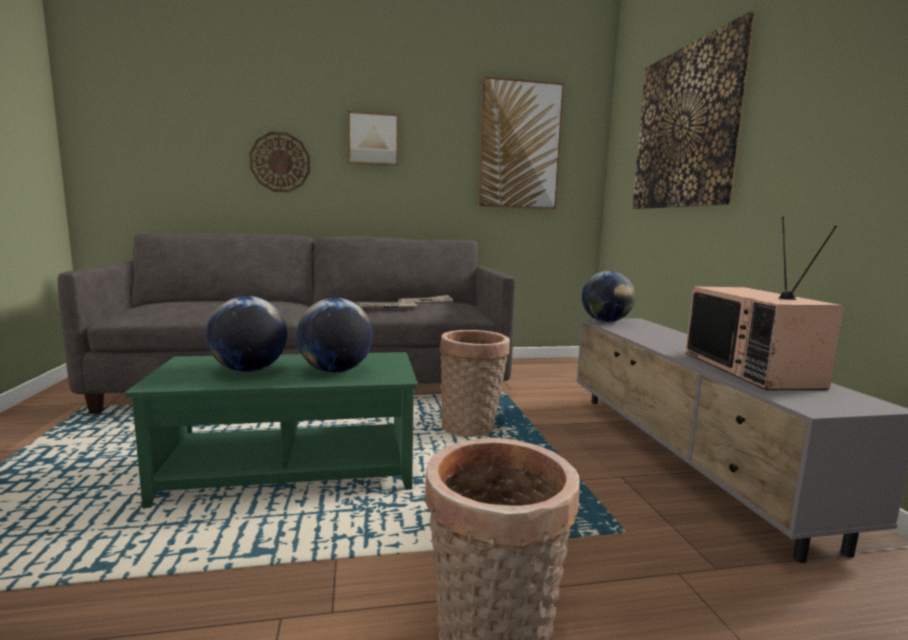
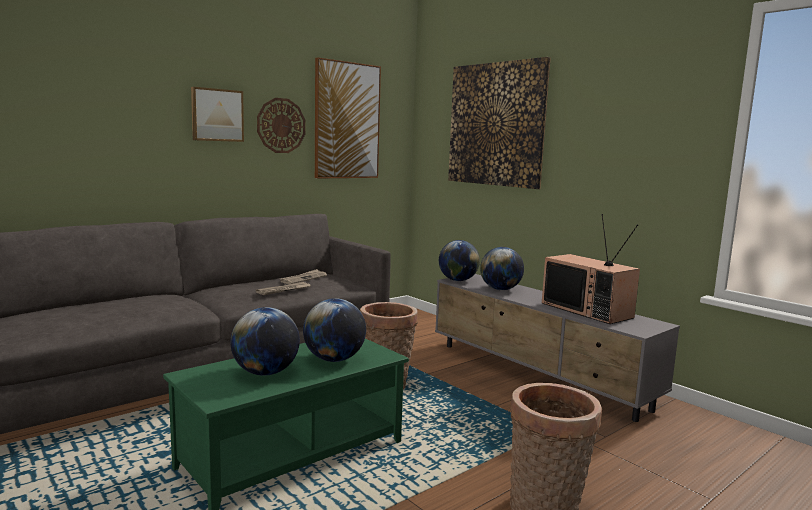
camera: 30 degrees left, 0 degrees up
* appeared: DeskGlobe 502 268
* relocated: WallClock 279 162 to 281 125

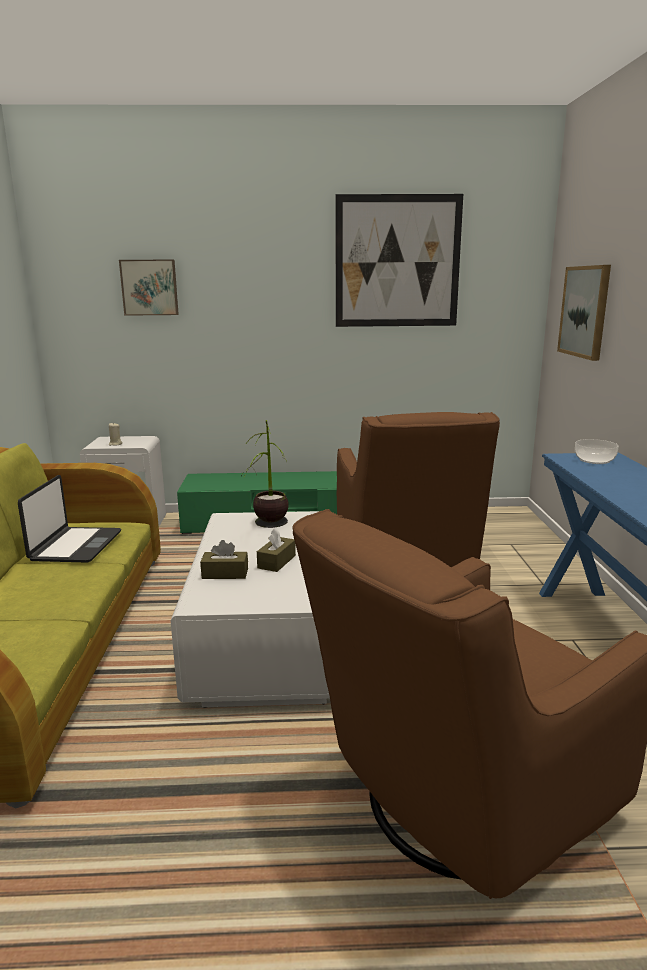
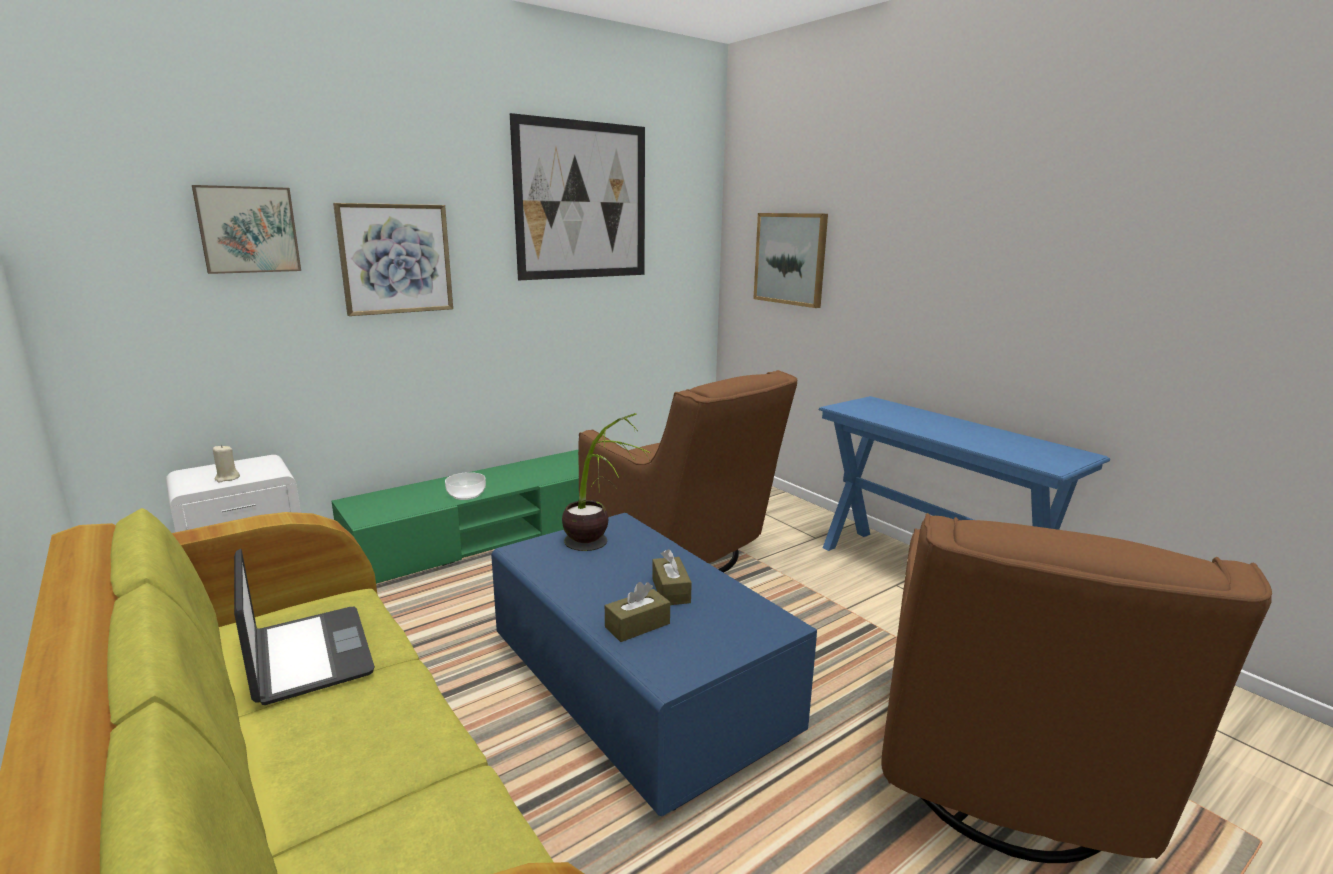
camera: 35 degrees left, 0 degrees up
* appeared: Picture 393 259
* relocated: ServingBowl 597 451 to 465 486
* colour: WhitishLoungeTable 250 609 to BluishLoungeTable 654 664

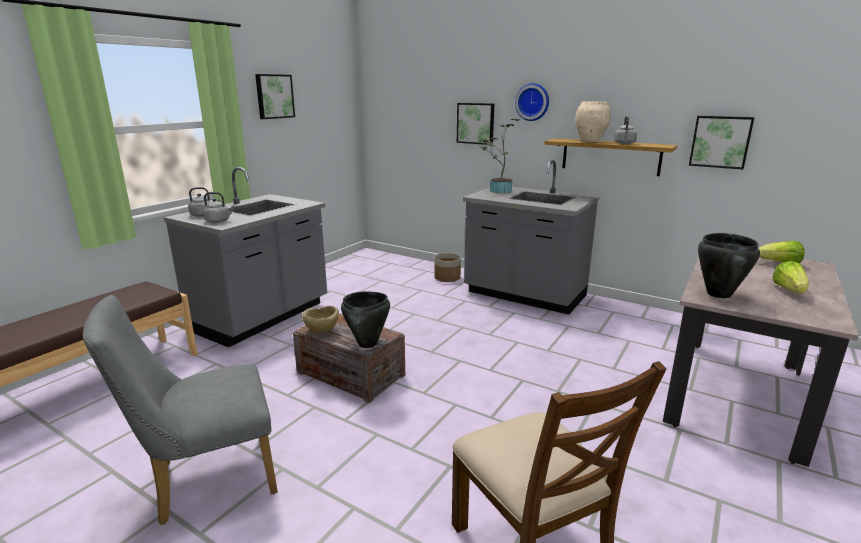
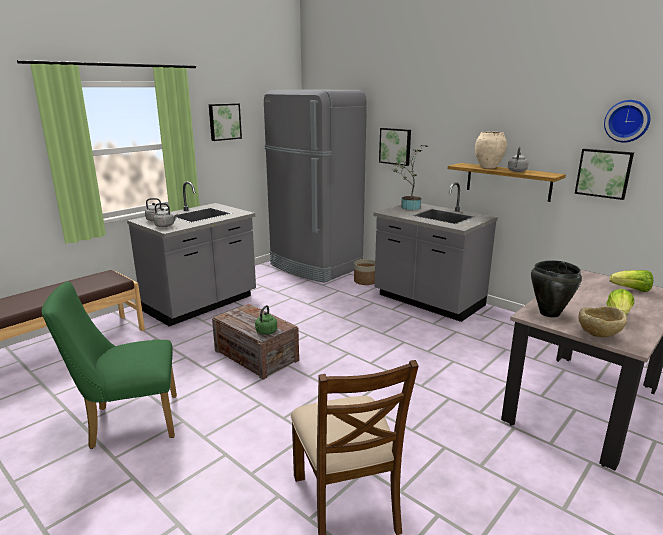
camera: 10 degrees right, 0 degrees up
* appeared: GreyishRefrigerator 315 186
* relocated: BeigeServingBowl 320 319 to 602 321
* relocated: WallClock 532 102 to 627 121
* exchanged: BlackColouredSaucepot 365 319 to GreenColouredKettle 266 320
* colour: GreyishPlainChair 180 410 to GreenColouredPlainChair 109 365

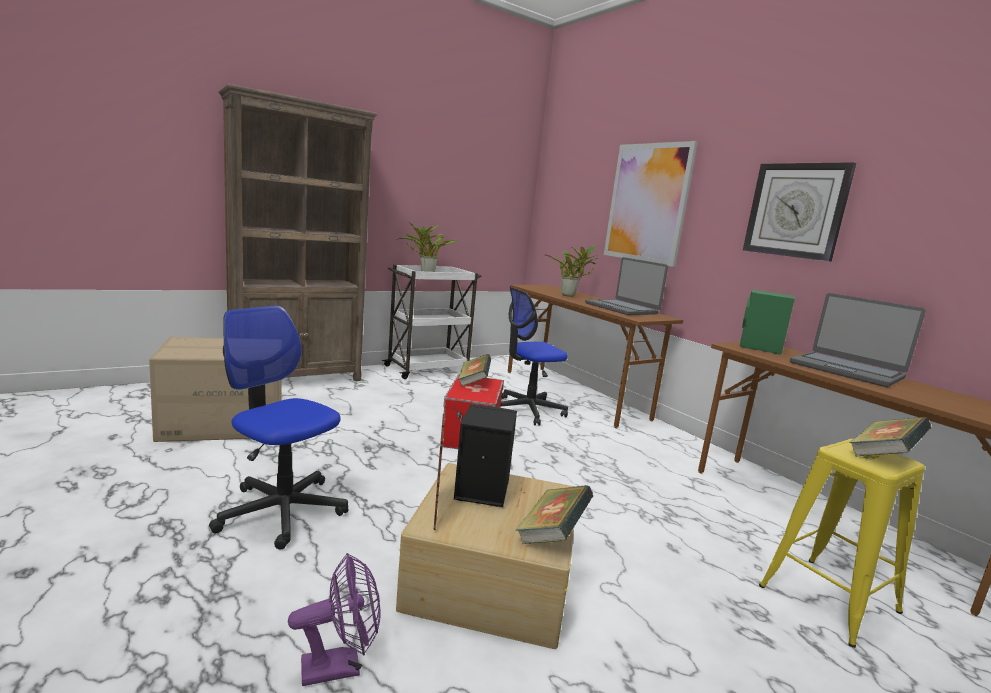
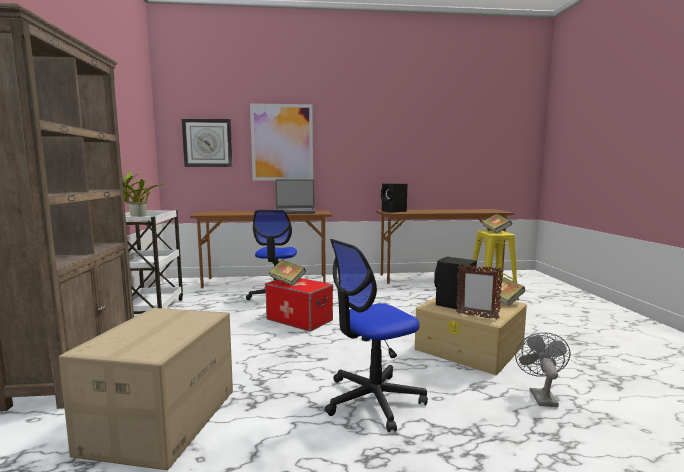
camera: 60 degrees left, 5 degrees down
* missing: PottedPlant 572 271
* missing: Laptop 858 340
* relocated: WallClock 799 212 to 207 143
* colour: PurpleCoolingFan 334 619 to GreyishCoolingFan 543 369
* colour: GreenColouredSpeaker 767 322 to BlackColouredSpeaker 394 198

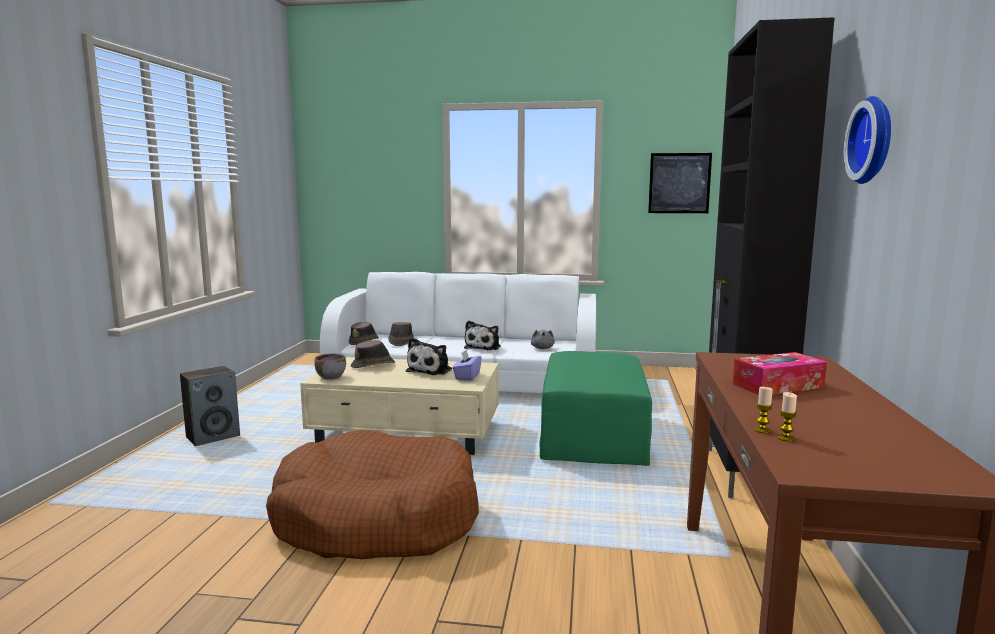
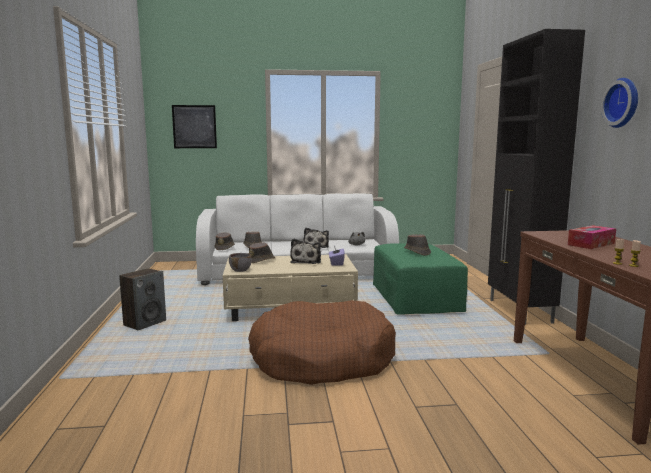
camera: 15 degrees left, 0 degrees up
* appeared: BrownHat 417 245
* relocated: Picture 680 183 to 194 126

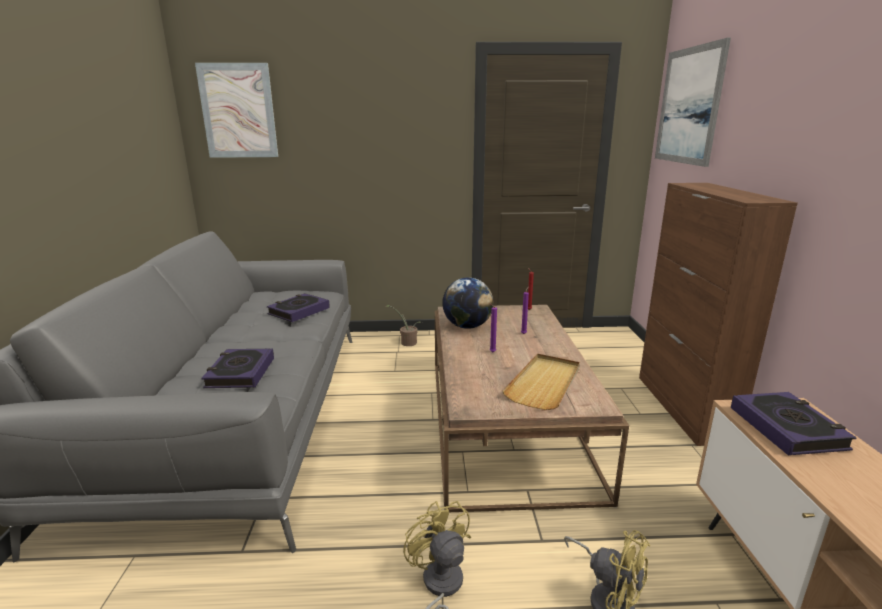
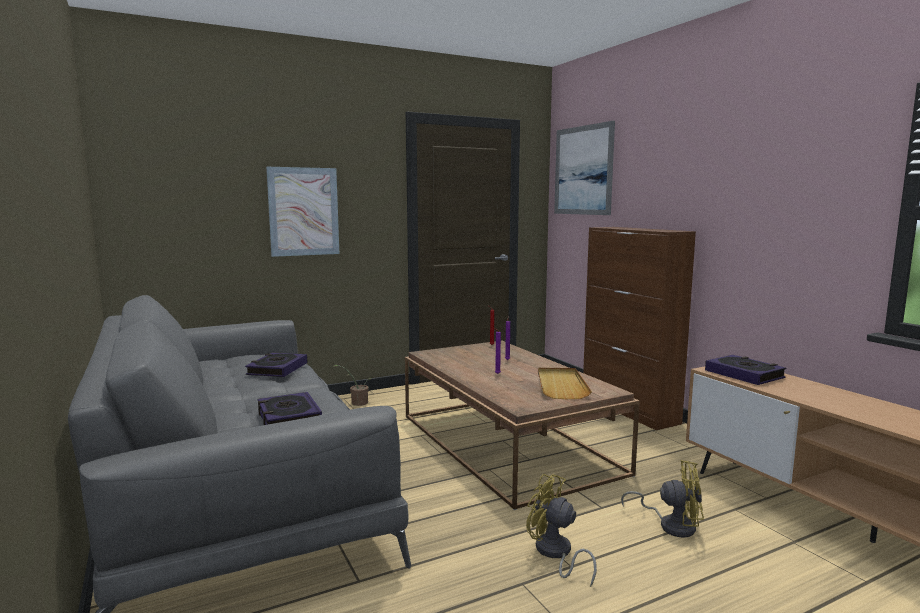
camera: 25 degrees left, 10 degrees down
* missing: DeskGlobe 468 303
* relocated: Picture 236 110 to 302 212

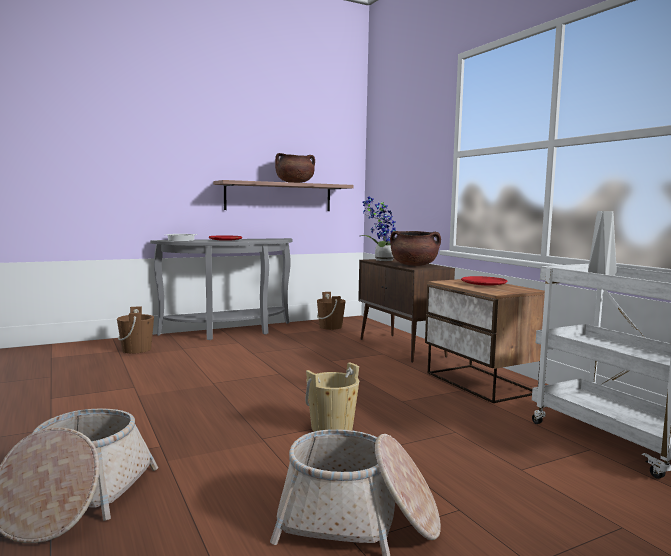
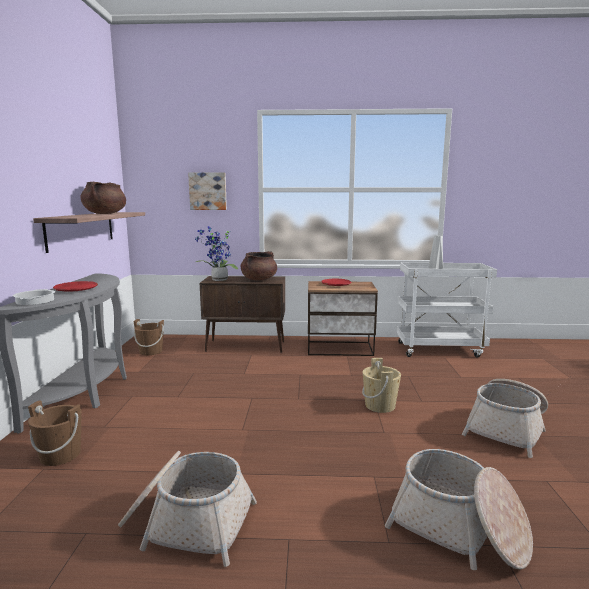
camera: 60 degrees left, 5 degrees up
* appeared: HouseholdBasket 187 509
* appeared: Picture 207 191

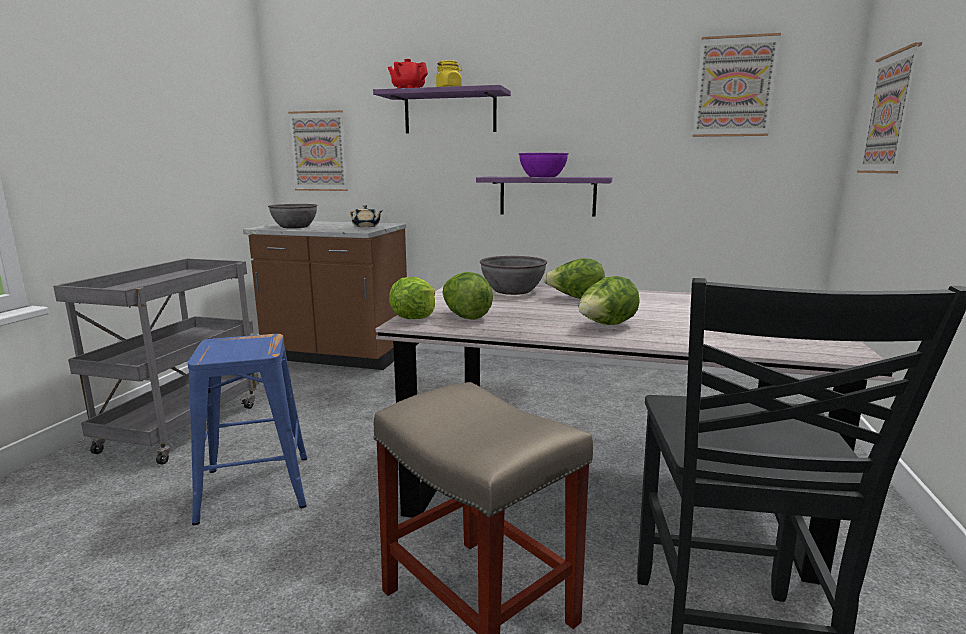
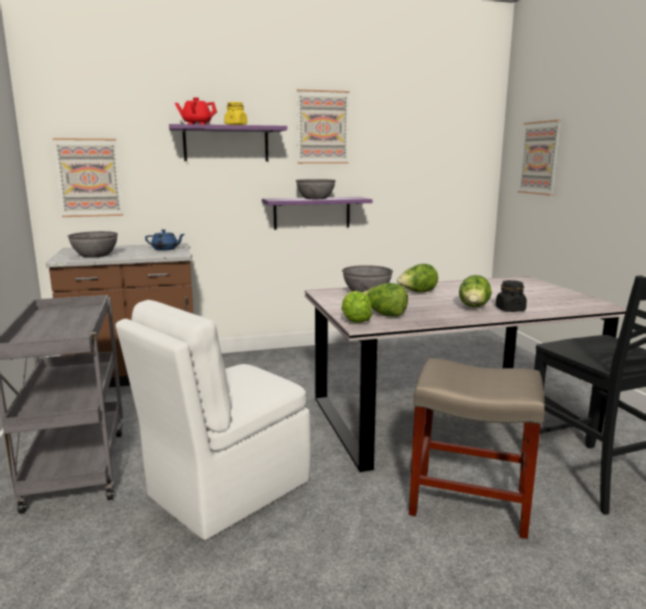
camera: 30 degrees left, 0 degrees up
* appeared: BlackColouredPreserveJar 511 296
* relocated: Picture 736 85 to 323 126
* exchanged: BluishStoolSeat 247 429 to WhitishPlainChair 213 420
* colour: BeigePotForTea 366 216 to BluishPotForTea 164 239
* colour: PurpleServingBowl 544 165 to GreyishServingBowl 316 189

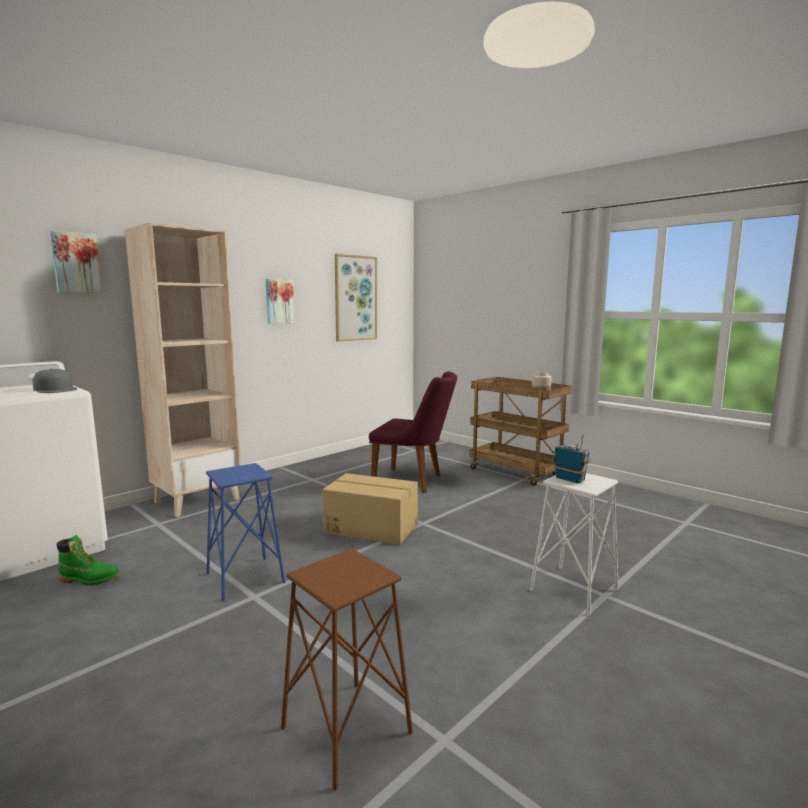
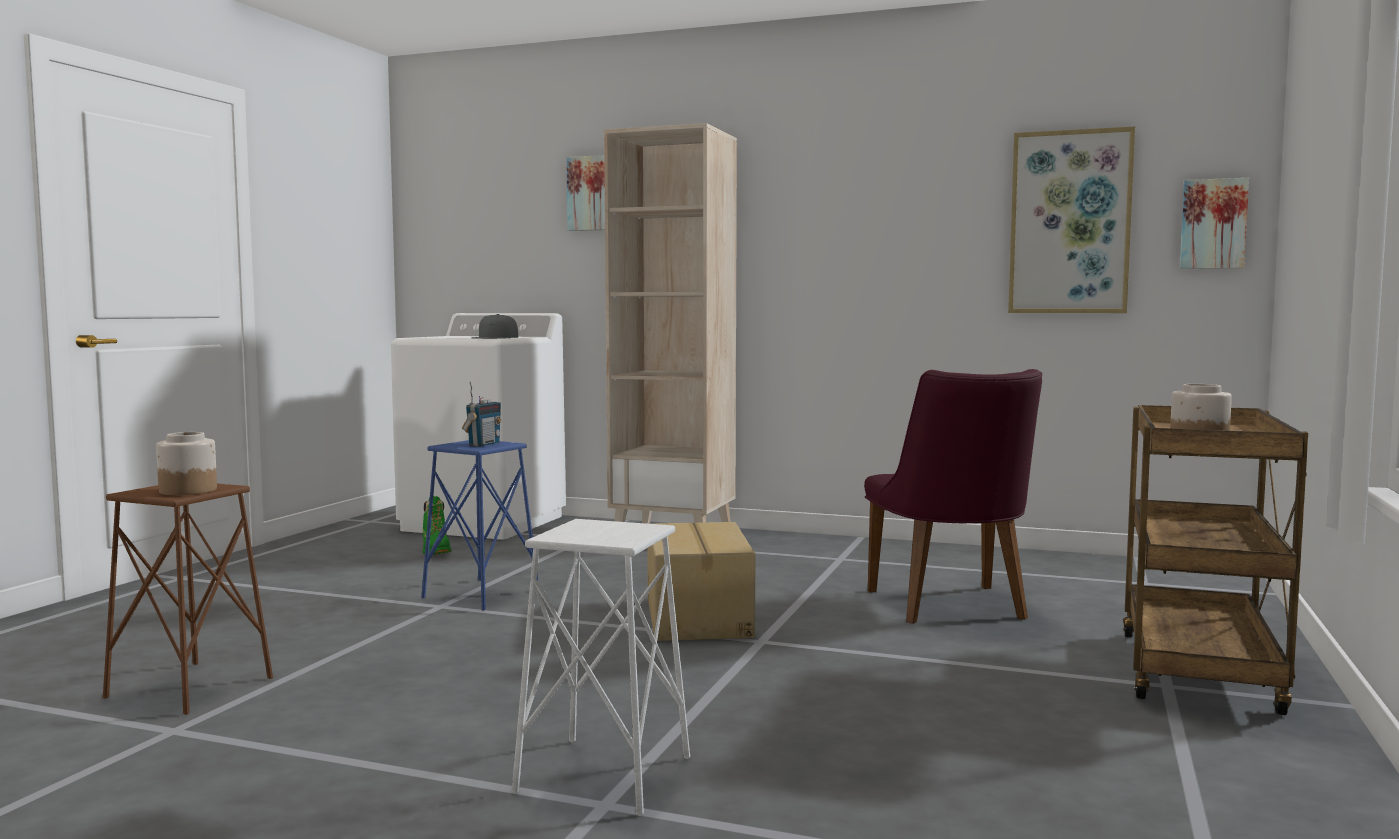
camera: 65 degrees right, 5 degrees down
* appeared: PreserveJar 186 463
* relocated: Picture 280 301 to 1214 223
* relocated: Radio 570 458 to 481 413

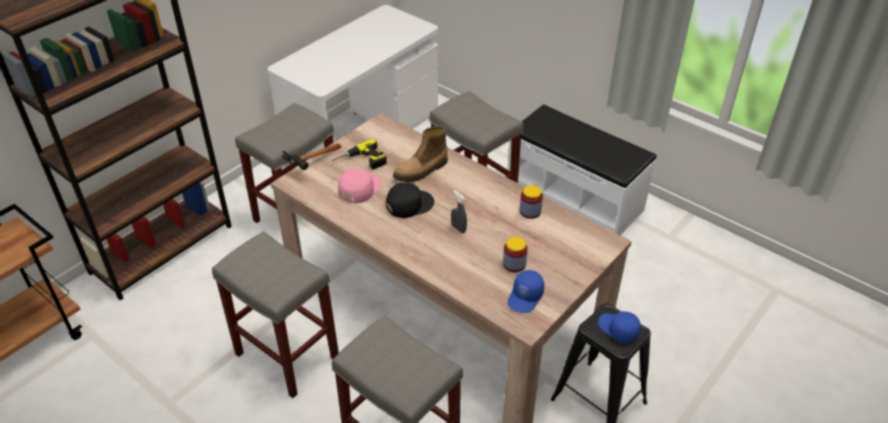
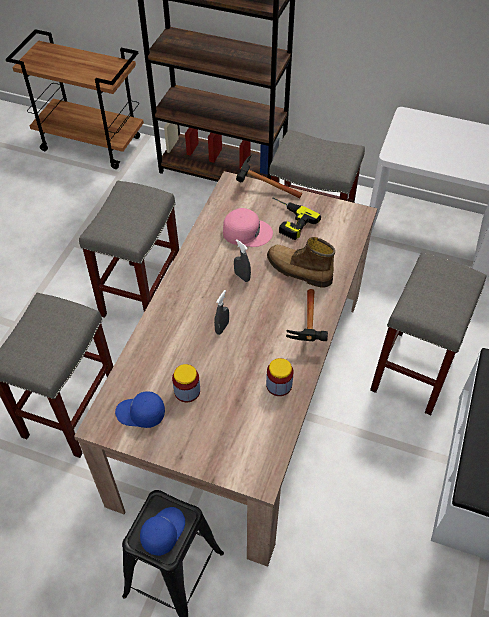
camera: 70 degrees right, 10 degrees up
* appeared: ToolHammer 307 315
* exchanged: BlackColouredPeakedCap 410 200 to GreyishSprayBottle 242 260

